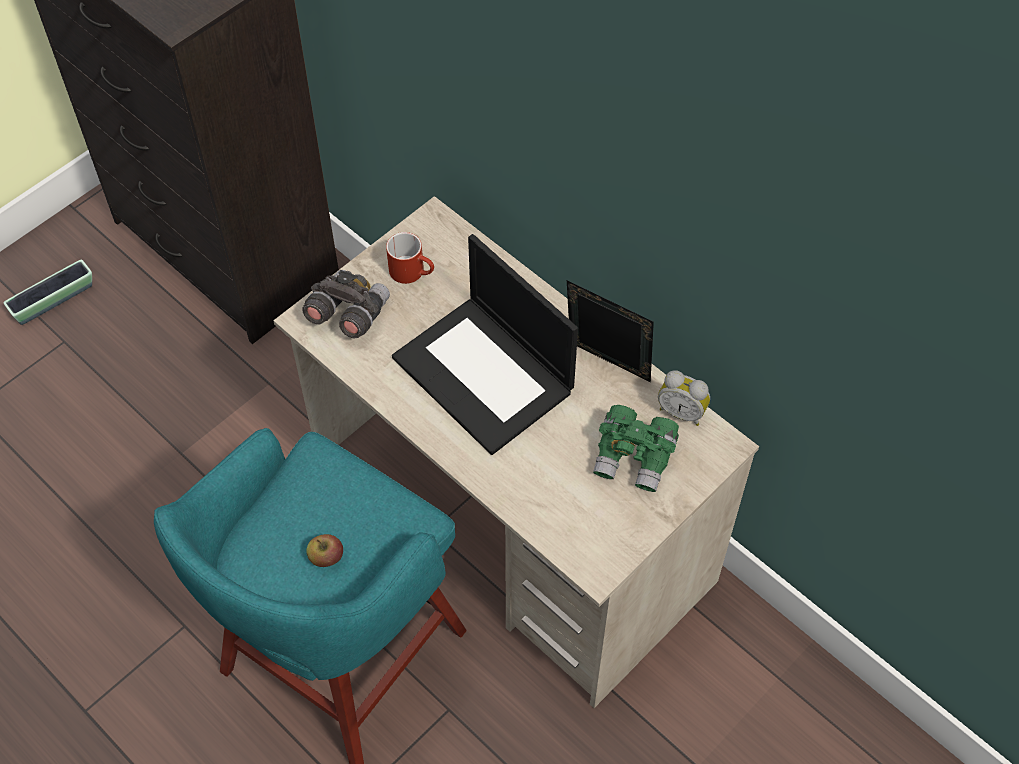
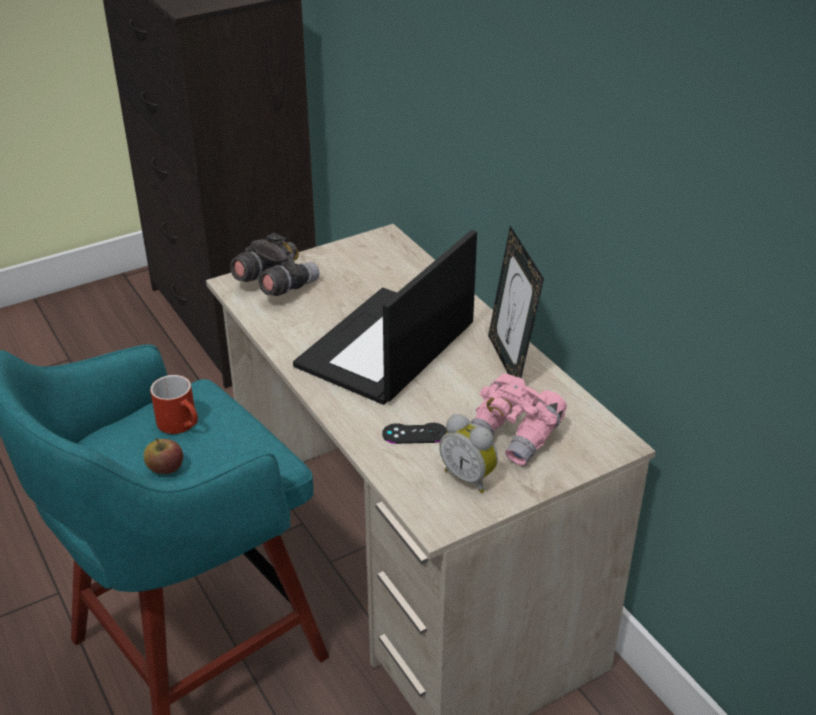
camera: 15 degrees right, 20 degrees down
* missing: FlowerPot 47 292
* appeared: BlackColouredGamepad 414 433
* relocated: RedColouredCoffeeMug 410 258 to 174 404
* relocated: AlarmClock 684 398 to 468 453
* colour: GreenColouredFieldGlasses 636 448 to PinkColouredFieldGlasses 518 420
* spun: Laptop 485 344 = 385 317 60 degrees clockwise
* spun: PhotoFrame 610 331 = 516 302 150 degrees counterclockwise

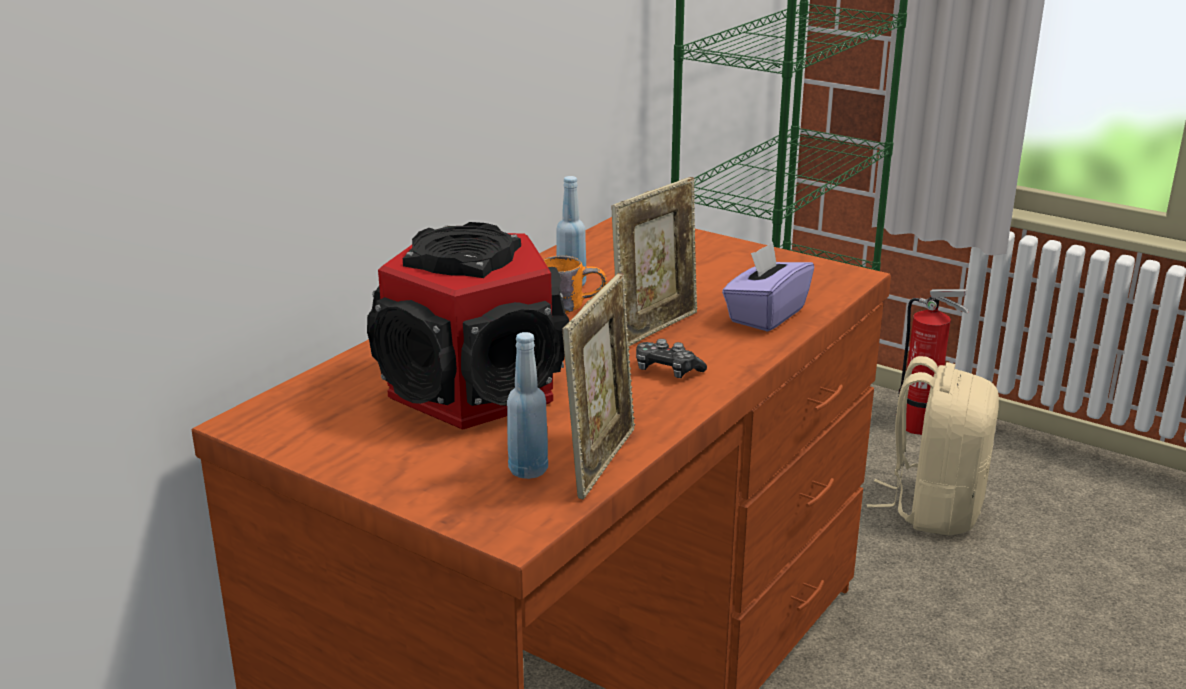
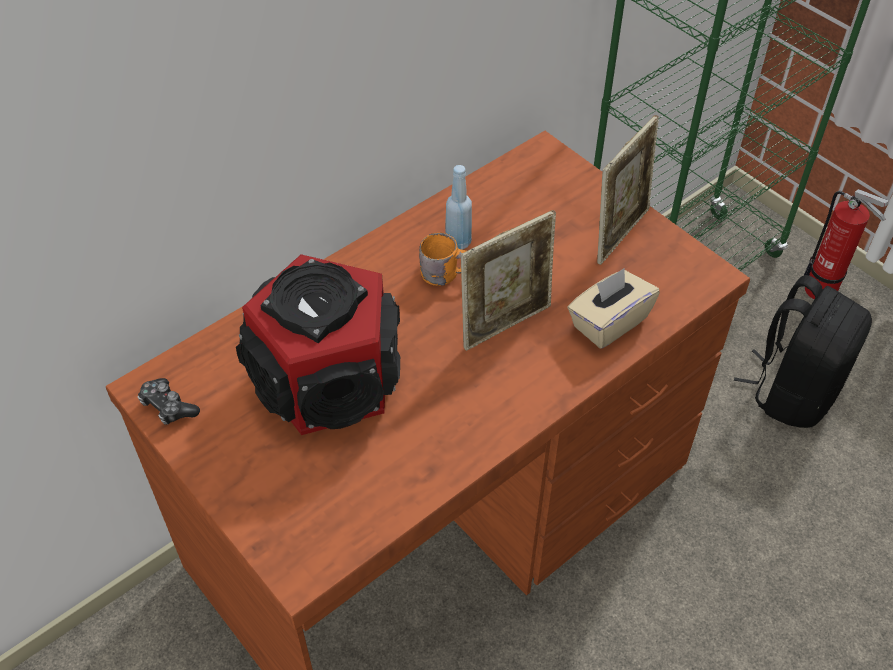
camera: 15 degrees right, 25 degrees up
* missing: BluishDrinkBottle 527 405
* relocated: PhotoFrame 598 386 to 628 190
* relocated: Gamepad 671 358 to 168 401
* colour: PurpleTissueHolder 768 287 to BeigeTissueHolder 613 308
* colour: BeigeRucksack 933 445 to BlackColouredRucksack 803 351

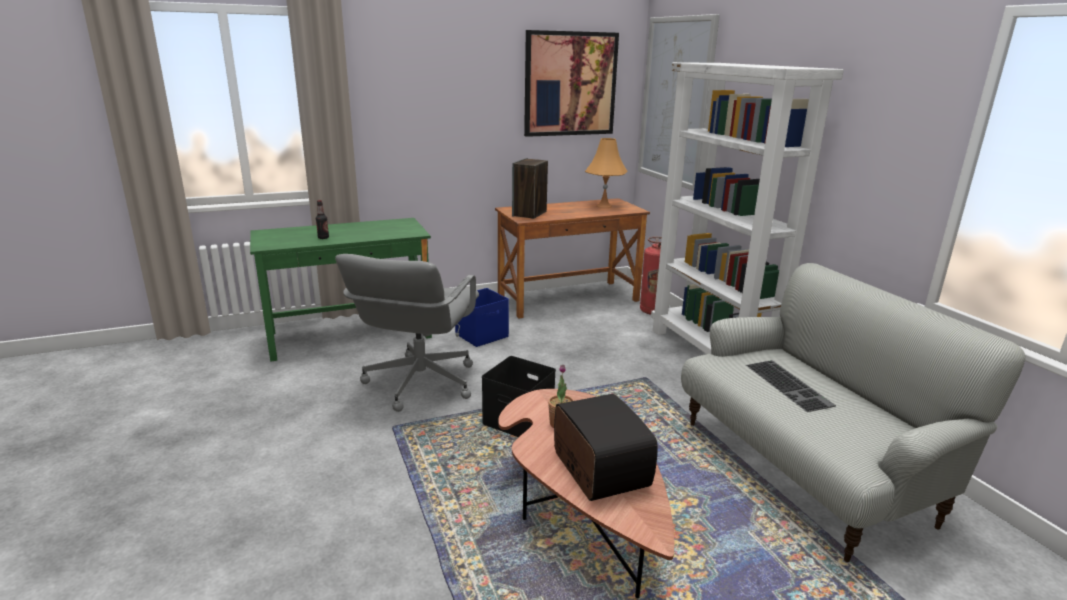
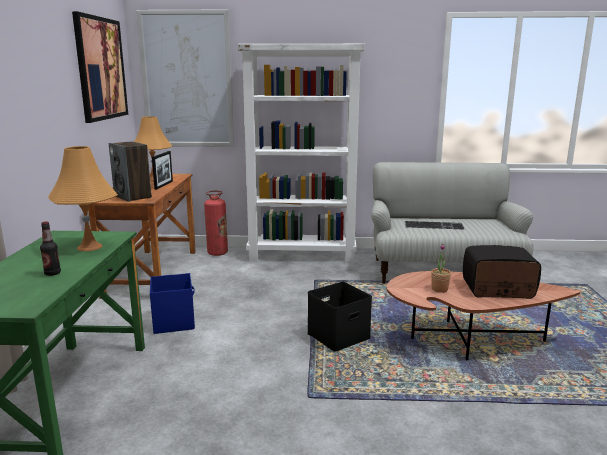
camera: 65 degrees left, 5 degrees down
* missing: GreyishDeskChair 407 333
* appeared: OrangeyTableLamp 83 198
* appeared: PhotoFrame 162 170

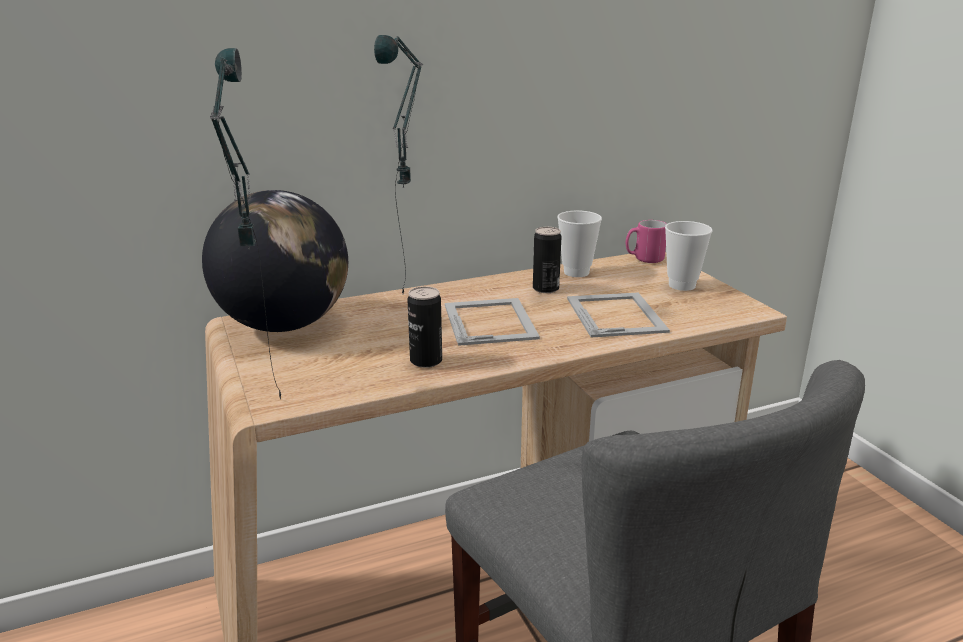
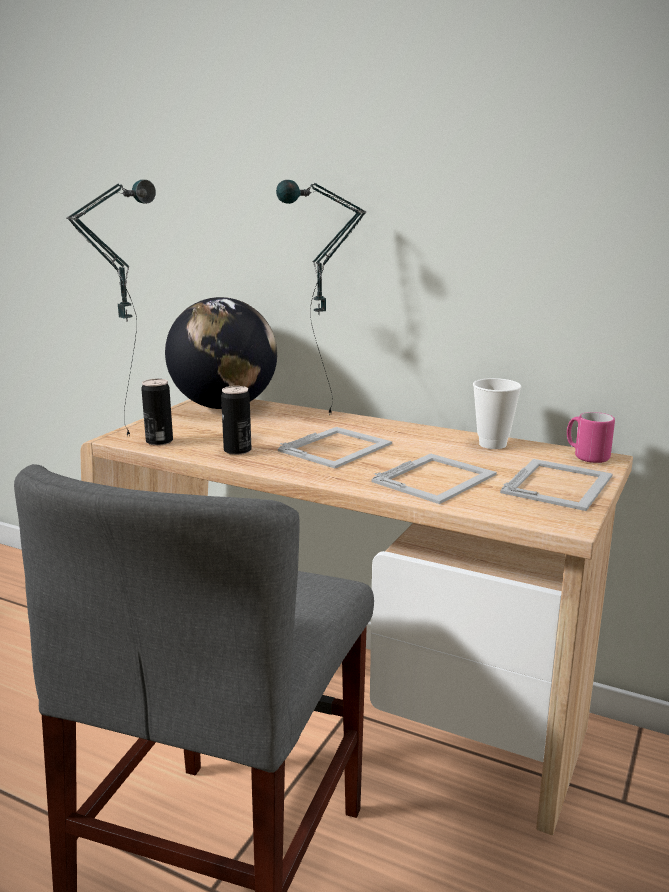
camera: 50 degrees right, 5 degrees down
* relocated: Can 547 260 to 157 412
* exchanged: DrinkingCup 689 256 to PhotoFrame 556 485

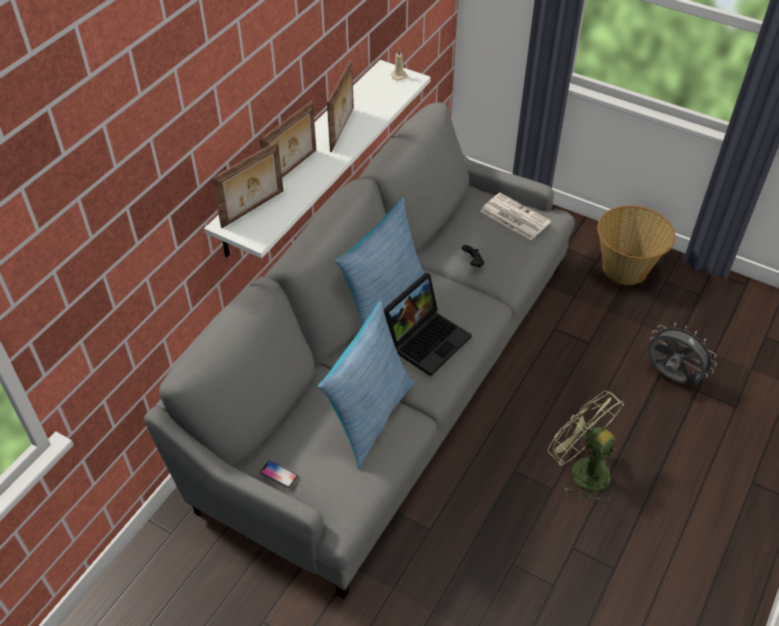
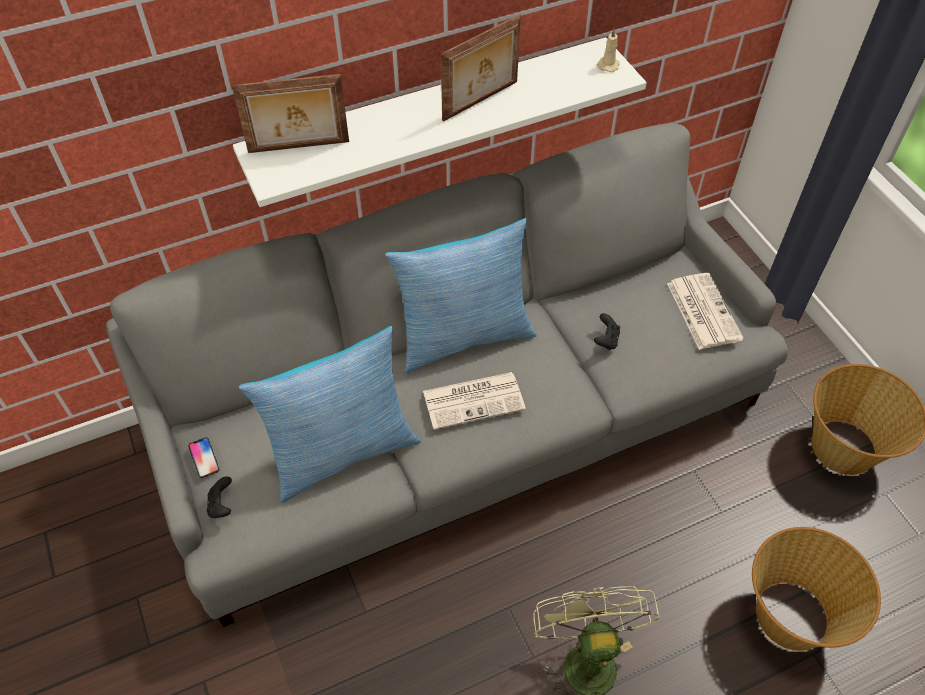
camera: 35 degrees right, 5 degrees up
* missing: PhotoFrame 288 139
* appeared: BlackColouredGamepad 219 497
* exchanged: Laptop 428 324 to DailyPaper 474 401
* exchanged: GreyishCoolingFan 682 354 to HouseholdBasket 816 589

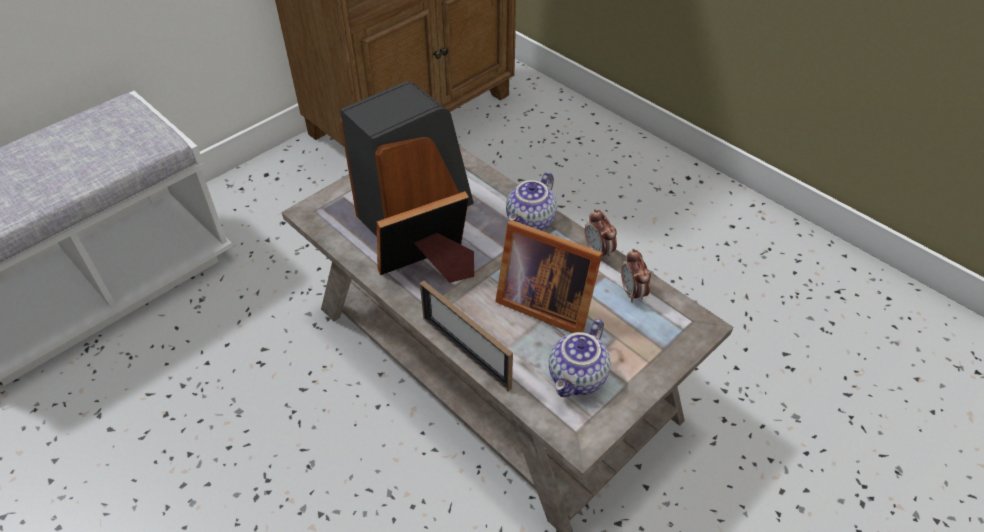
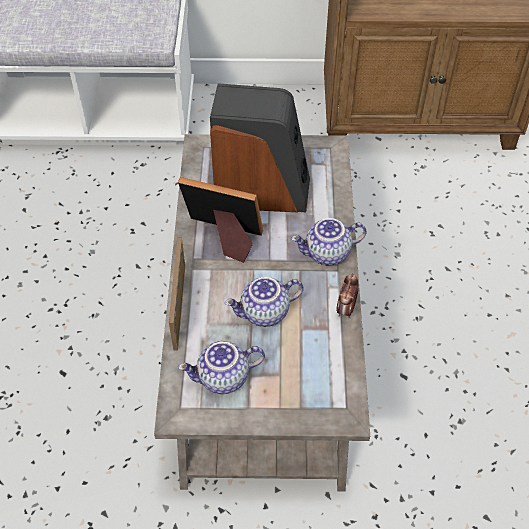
camera: 45 degrees right, 5 degrees up
* missing: AlarmClock 636 276
* exchanged: PhotoFrame 548 276 to PotForTea 264 302

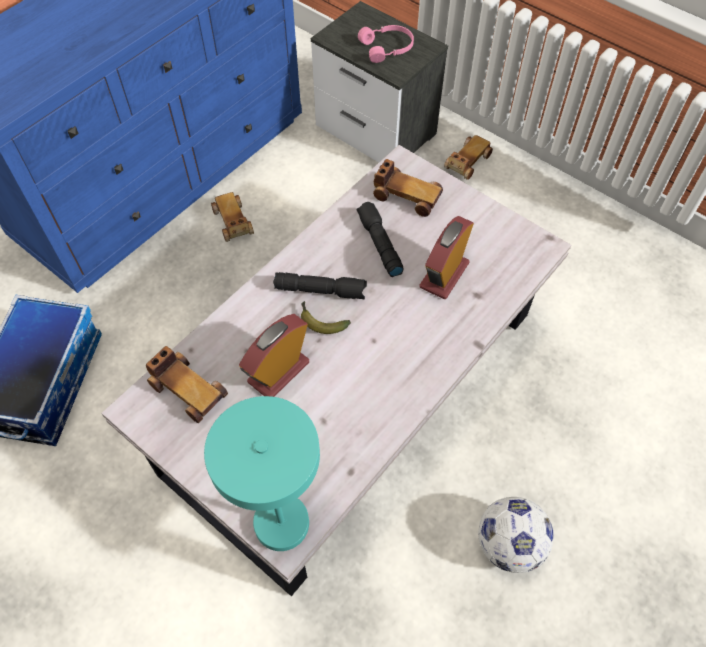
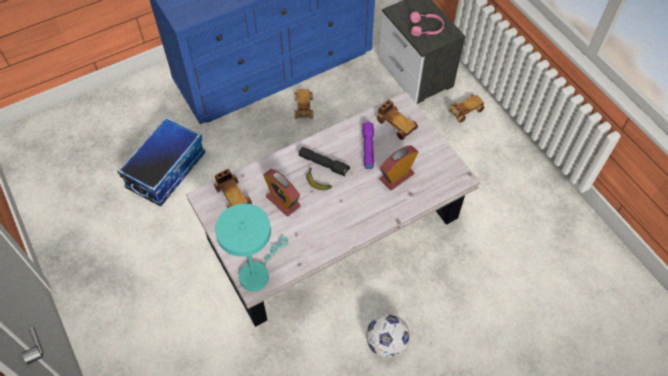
camera: 20 degrees right, 0 degrees up
* colour: BlackColouredFlashlight 380 239 to PurpleFlashlight 368 145
* spun: AlarmClock 274 355 = 282 192 105 degrees counterclockwise

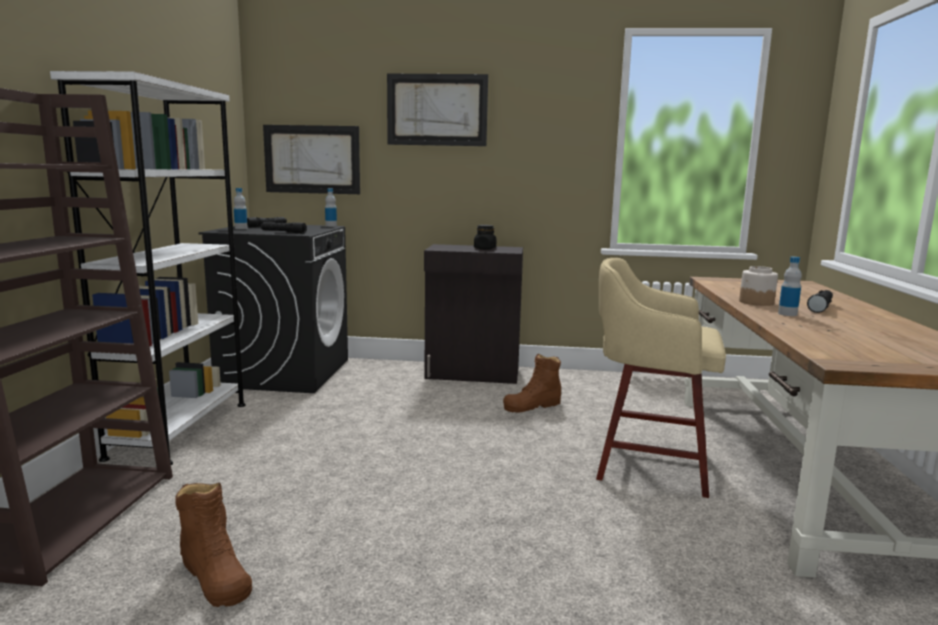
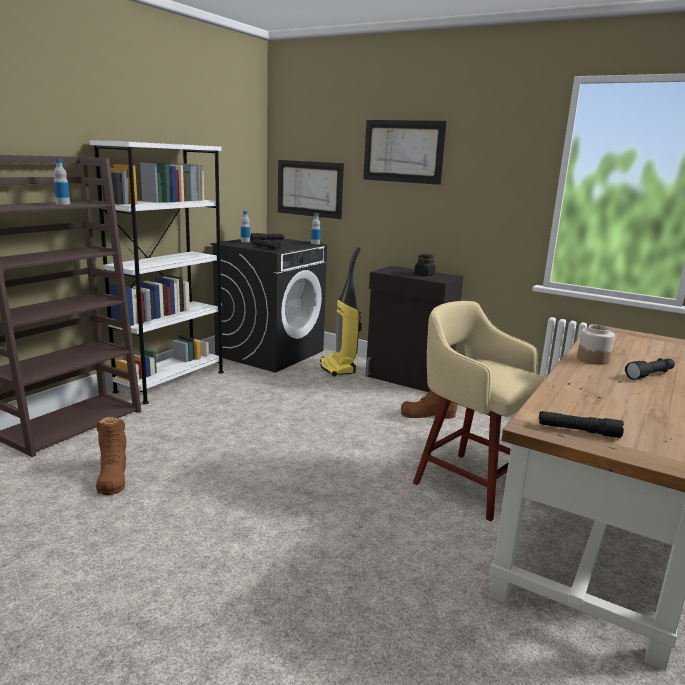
camera: 25 degrees right, 5 degrees up
* appeared: VacuumCleaner 341 312
* appeared: BlackColouredFlashlight 581 424
* relocated: DrinkBottle 790 286 to 61 182

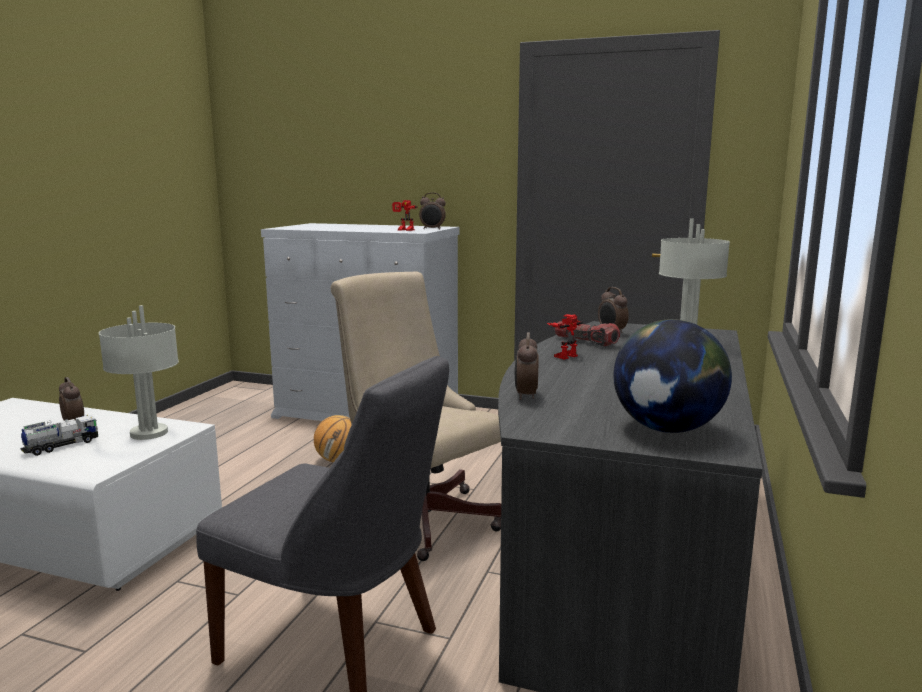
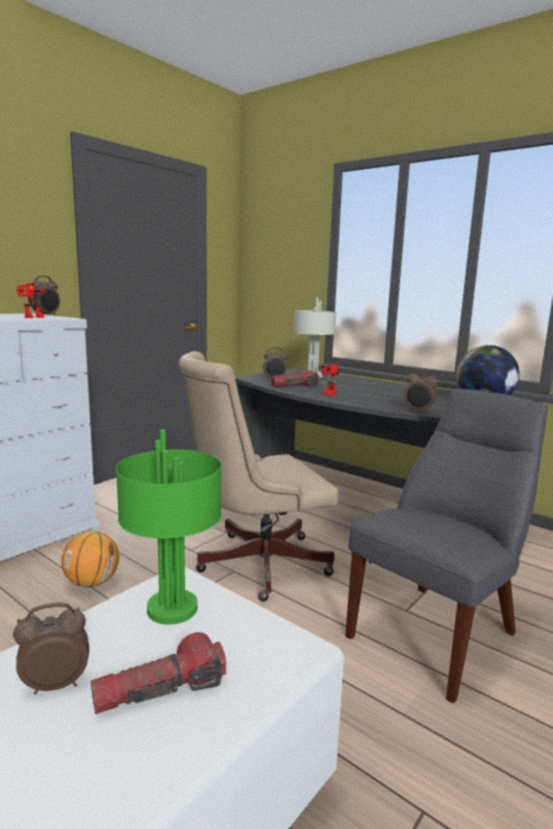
camera: 70 degrees left, 0 degrees up
* exchanged: ToyLorry 59 435 to Flashlight 158 673
* colour: GreyishTableLamp 139 372 to GreenColouredTableLamp 169 527

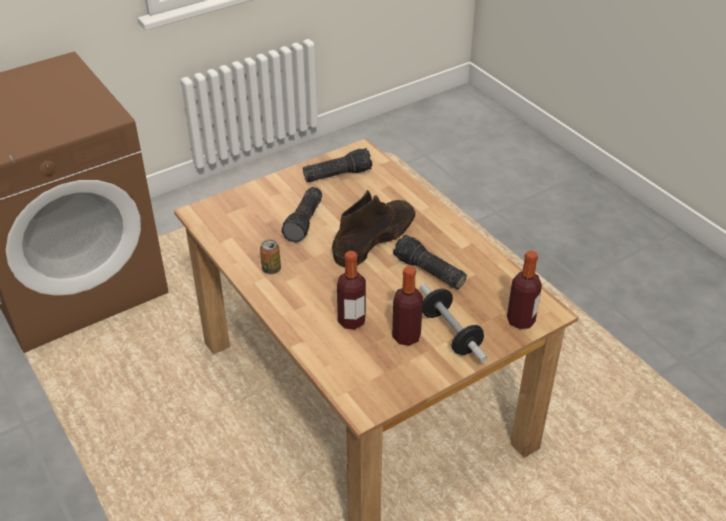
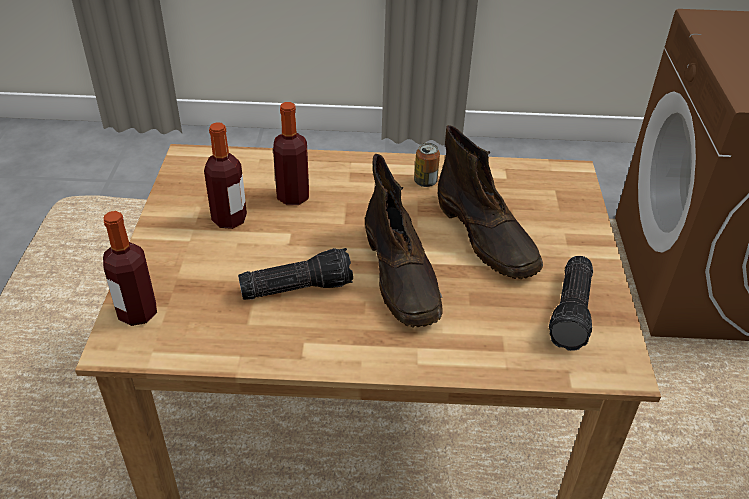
camera: 125 degrees right, 0 degrees up
* missing: Dumbbell 454 322
* exchanged: Flashlight 301 215 to BrownHighTopBoot 490 202

